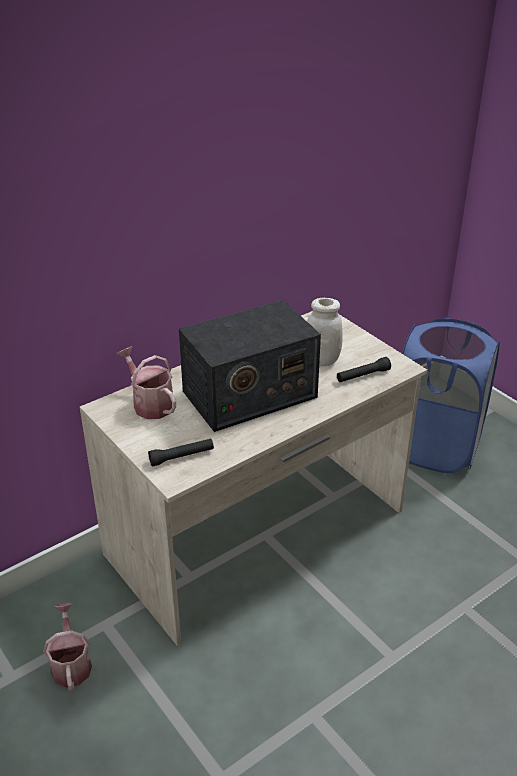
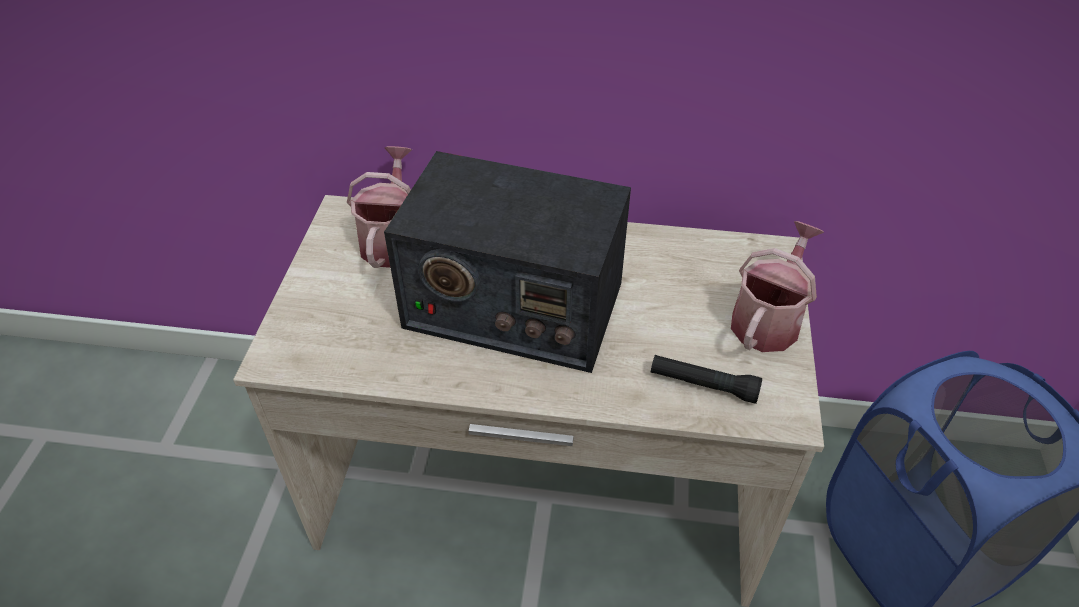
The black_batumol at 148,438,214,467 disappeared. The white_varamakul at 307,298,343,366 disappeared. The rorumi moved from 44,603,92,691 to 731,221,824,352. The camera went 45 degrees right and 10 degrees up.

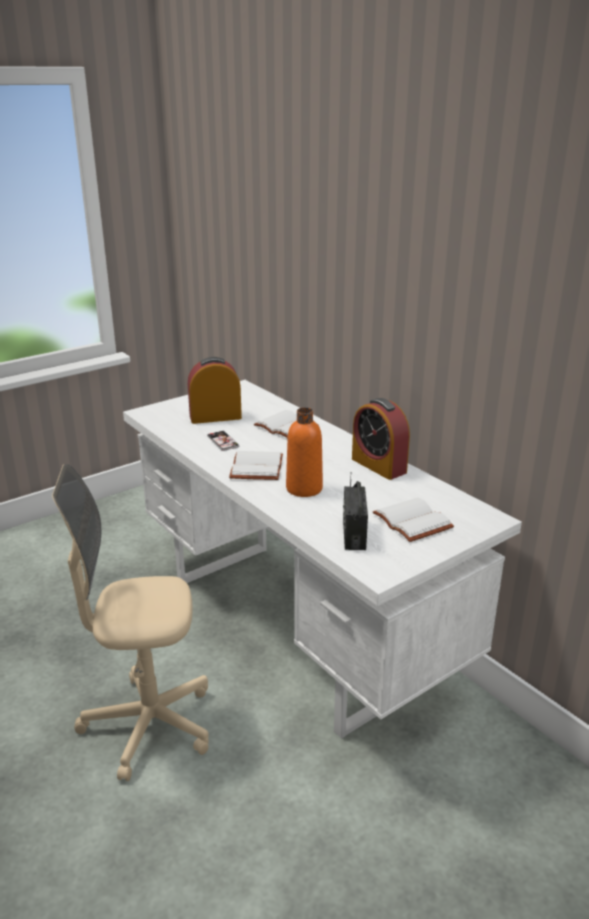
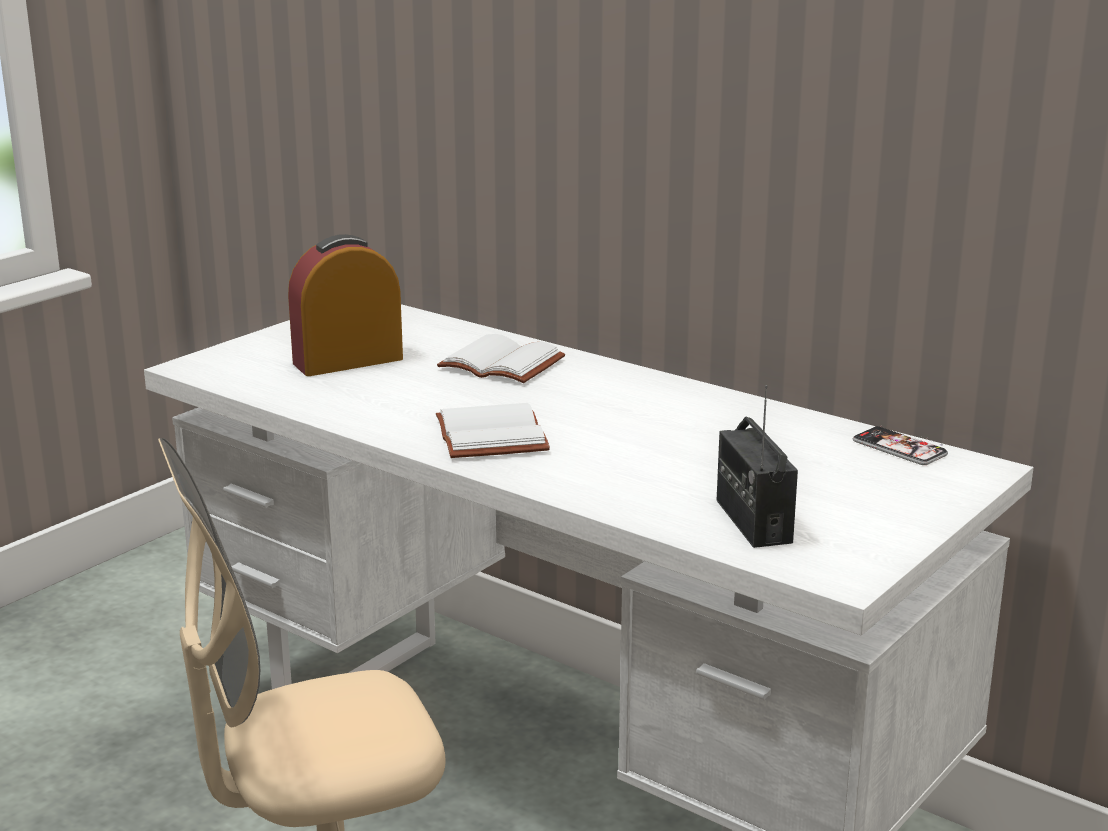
The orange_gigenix at 286,407,323,497 disappeared. The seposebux at 352,398,410,480 disappeared. The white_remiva at 373,497,454,542 disappeared. The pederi moved from 207,431,239,451 to 853,425,948,465. The camera went 15 degrees left and 5 degrees down.

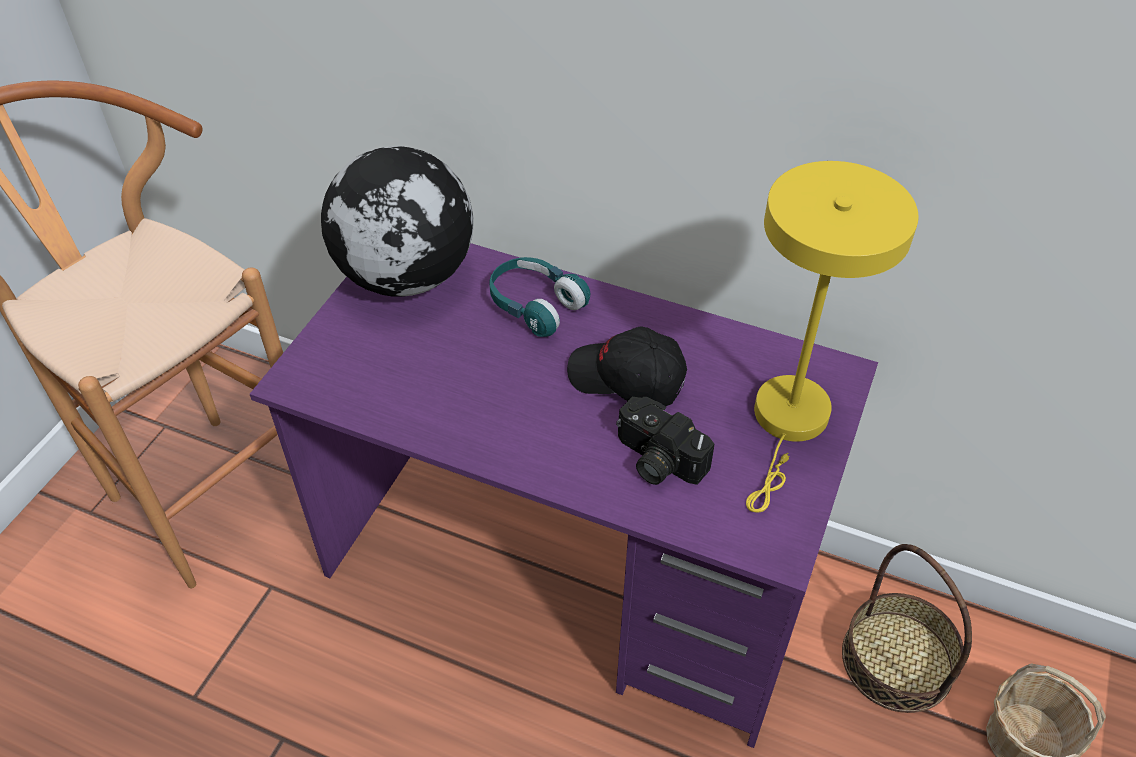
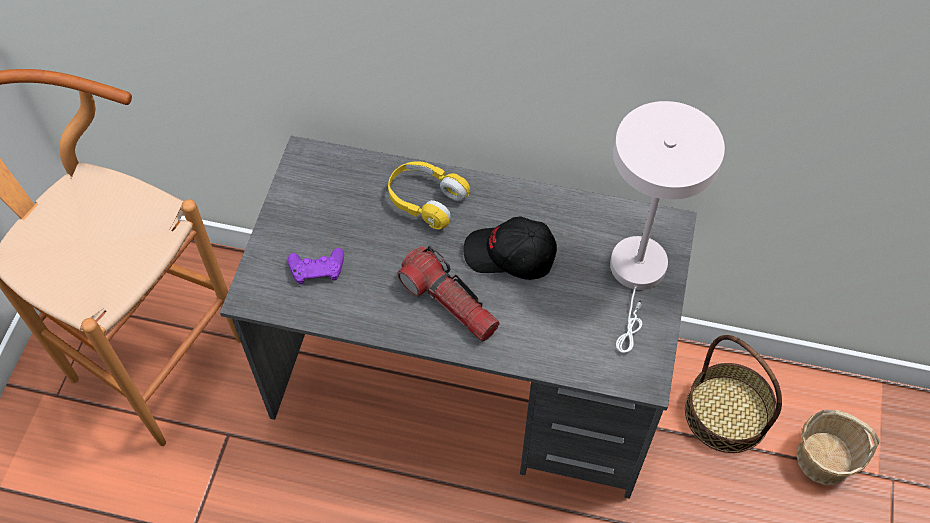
The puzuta at 321,146,474,297 disappeared. The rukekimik at 616,397,714,485 disappeared. The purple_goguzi at 288,248,344,285 appeared. The batumol at 398,245,500,342 appeared. The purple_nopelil at 250,243,878,748 became the grey_nopelil at 220,136,697,499. The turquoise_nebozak at 489,257,590,337 became the yellow_nebozak at 388,161,470,229. The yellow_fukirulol at 746,161,918,512 became the white_fukirulol at 610,101,725,353. The camera went 10 degrees left and 10 degrees up.

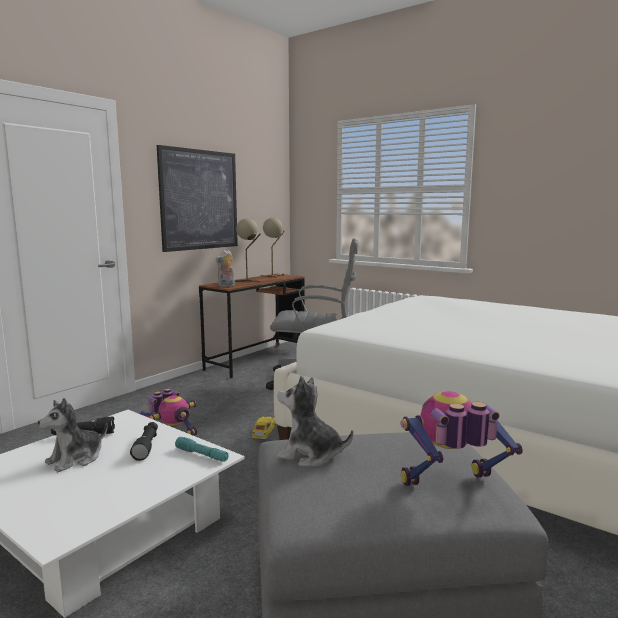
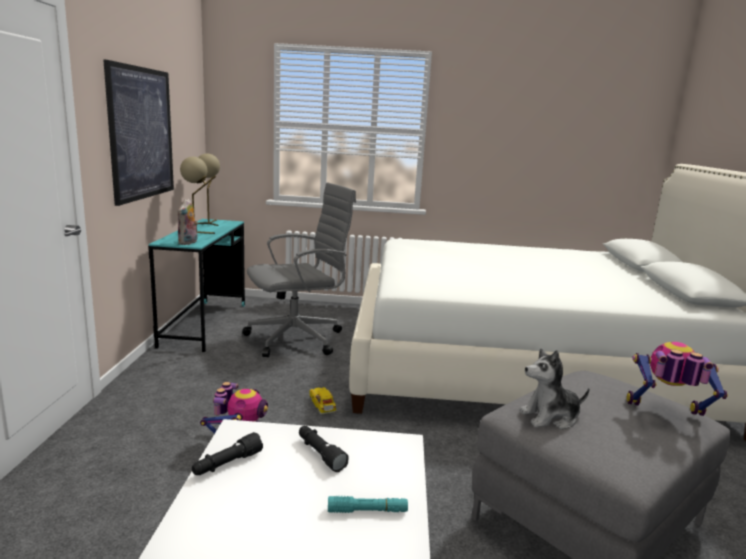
The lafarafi at 38,398,108,472 disappeared. The turquoise_batumol moved from 175,437,229,462 to 328,496,408,513. The brown_nopelil at 199,274,305,378 became the turquoise_nopelil at 148,219,245,352. The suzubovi at 401,391,523,486 turned 60 degrees clockwise. The camera went 35 degrees left and 5 degrees up.

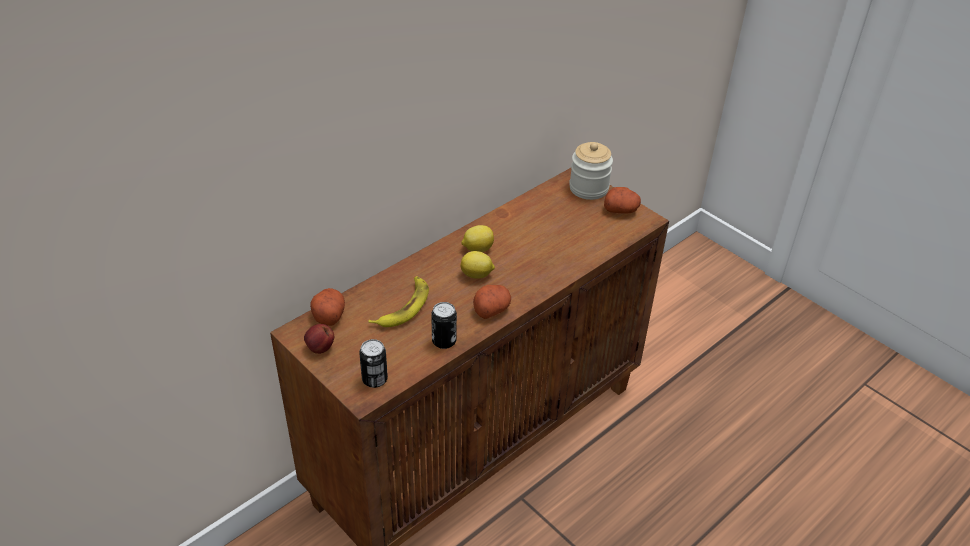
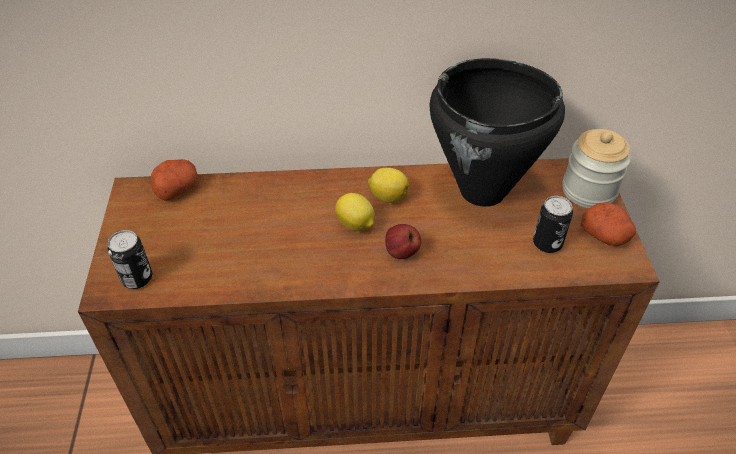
The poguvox at 368,276,429,327 disappeared. The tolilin at 473,285,511,319 disappeared. The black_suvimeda at 429,58,565,207 appeared. The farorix moved from 304,324,334,354 to 385,224,421,259. The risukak moved from 431,302,457,349 to 533,196,573,253. The camera went 40 degrees right and 5 degrees up.

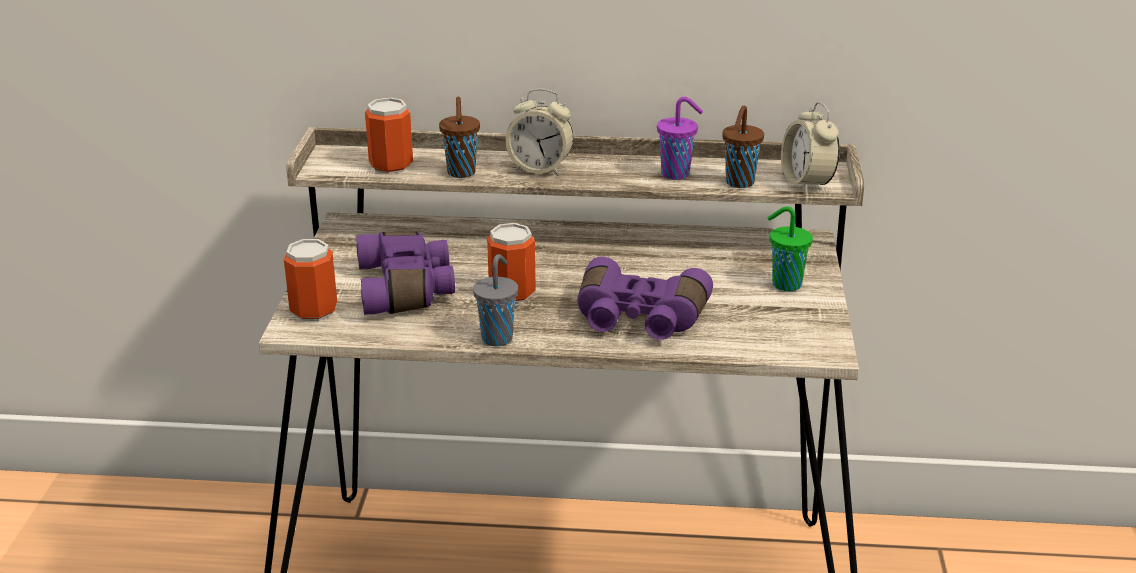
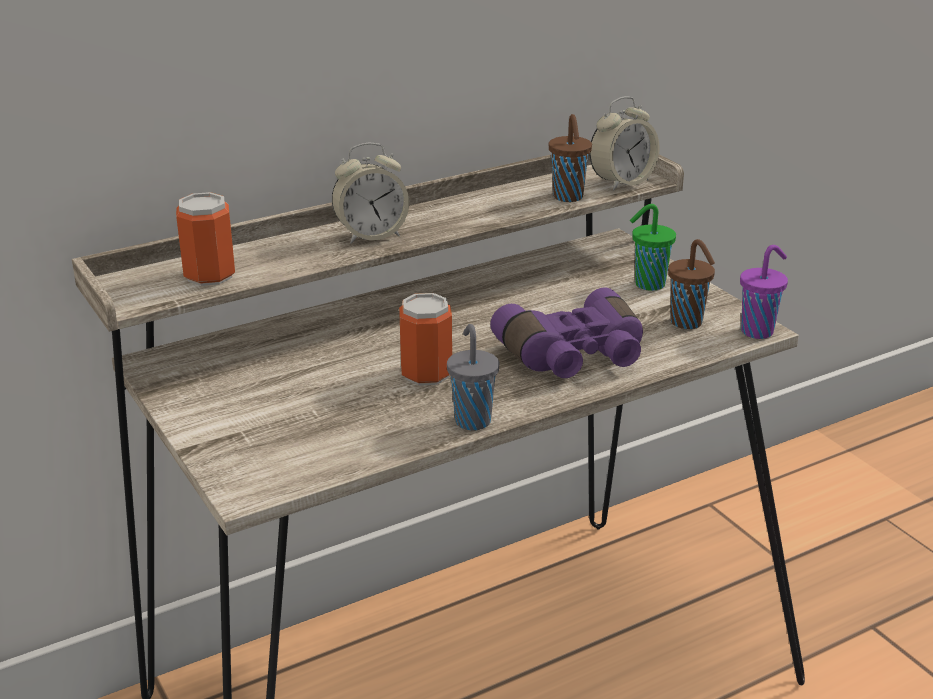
The risukak at 284,239,337,321 disappeared. The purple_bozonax at 356,232,455,315 disappeared. The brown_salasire moved from 439,97,480,178 to 668,239,715,329. The purple_salasire moved from 657,97,703,180 to 740,245,788,339. The seposebux at 781,102,840,193 turned 75 degrees counterclockwise. The camera went 35 degrees left and 0 degrees up.

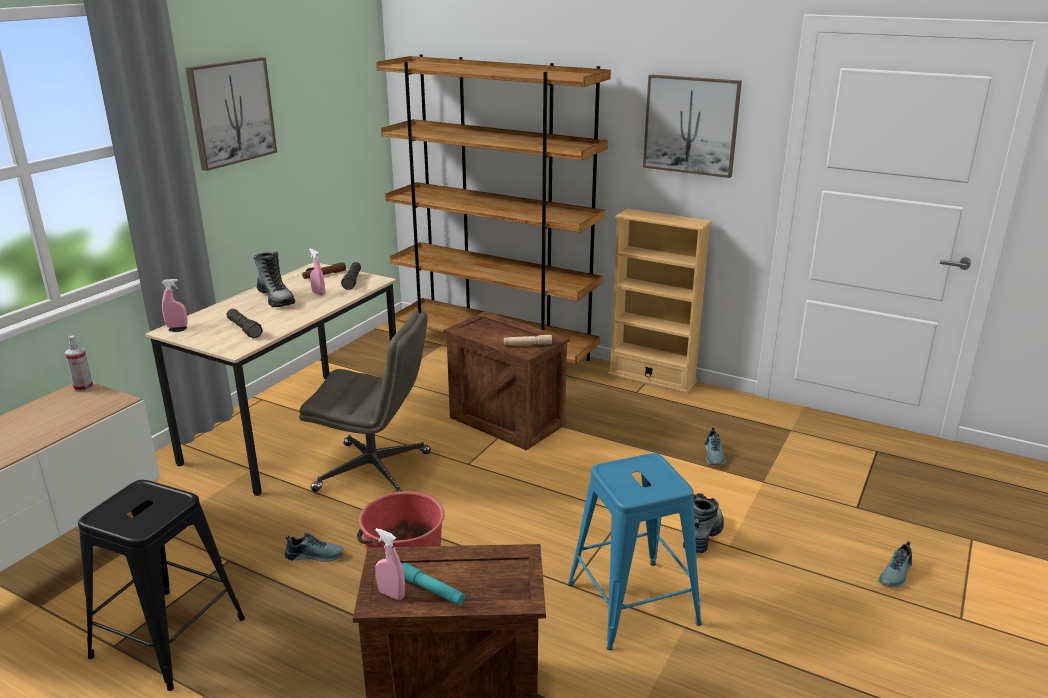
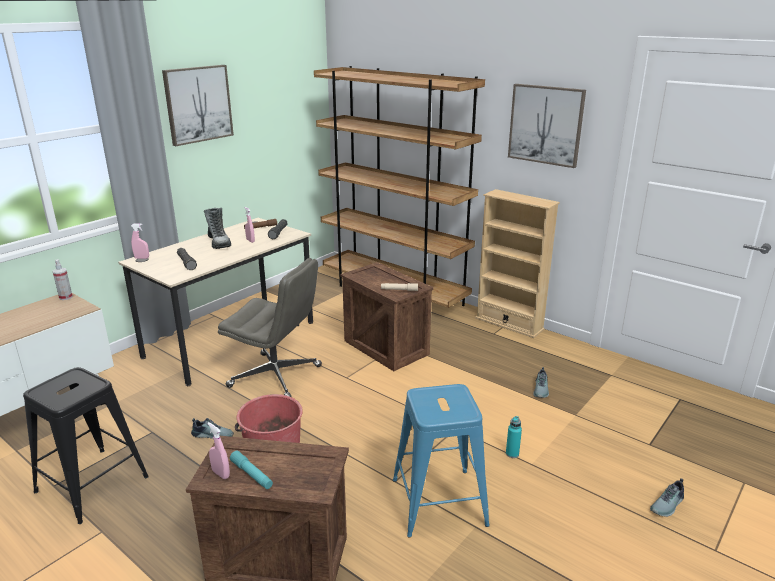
The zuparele at 683,493,724,553 was replaced by the turquoise_gigenix at 506,416,522,458. The camera went 10 degrees right and 0 degrees up.

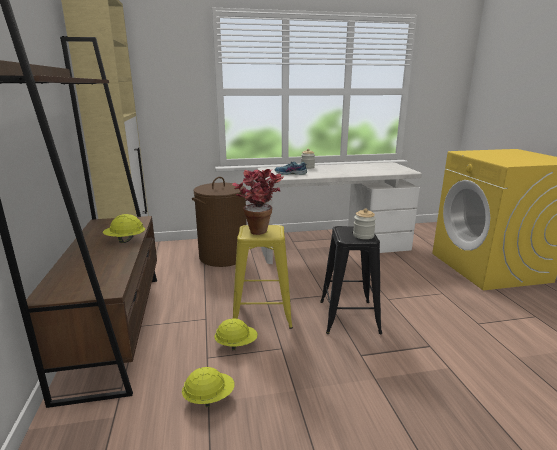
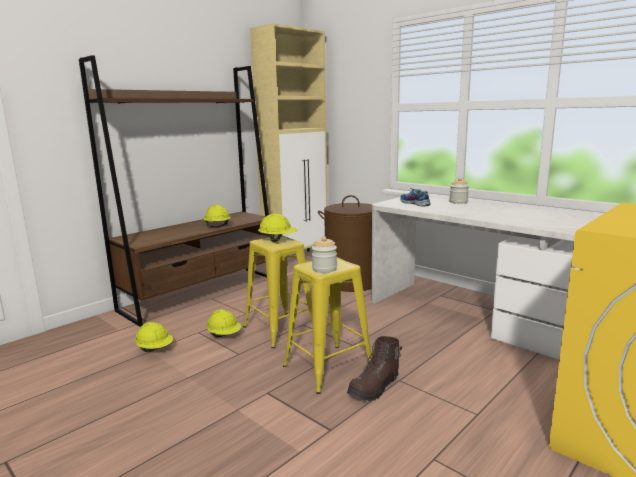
The brown_zuparele at 347,336,402,401 appeared. The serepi at 232,169,284,235 was replaced by the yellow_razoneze at 258,214,298,241. The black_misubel at 320,226,382,334 became the yellow_misubel at 283,257,372,394. The camera went 55 degrees right and 5 degrees down.

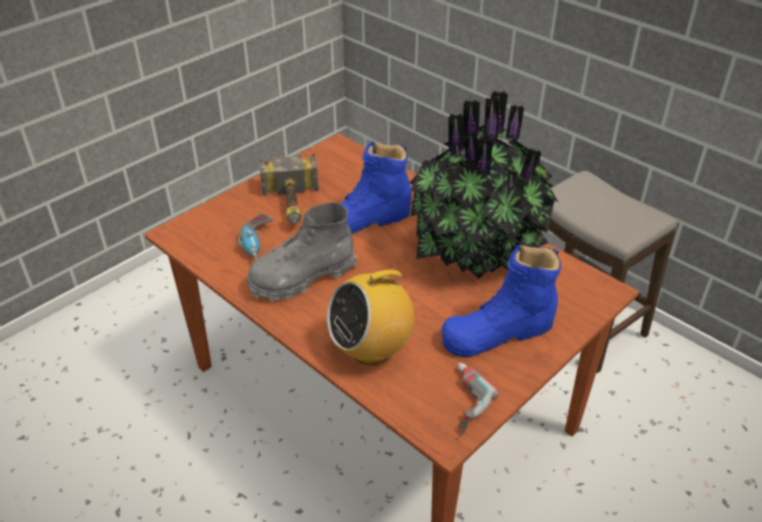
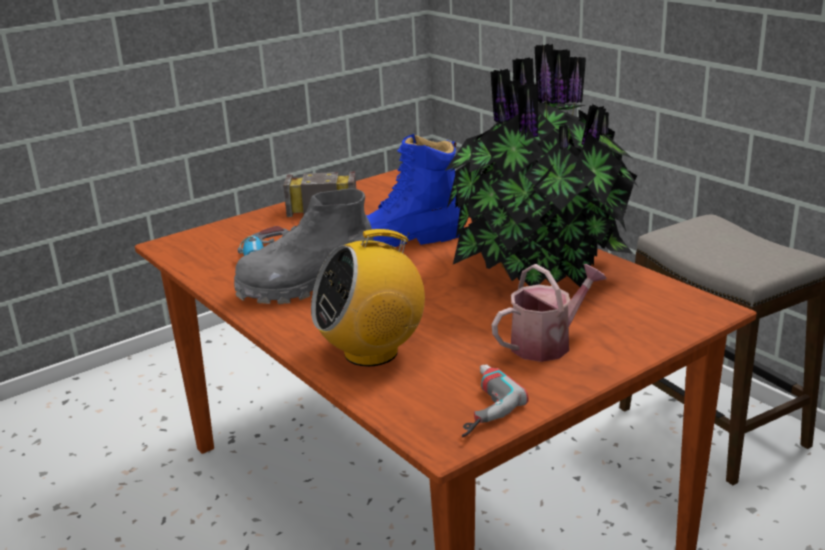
The blue_zuparele at 442,244,561,357 was replaced by the rorumi at 492,264,607,362. The camera went 10 degrees right and 15 degrees down.

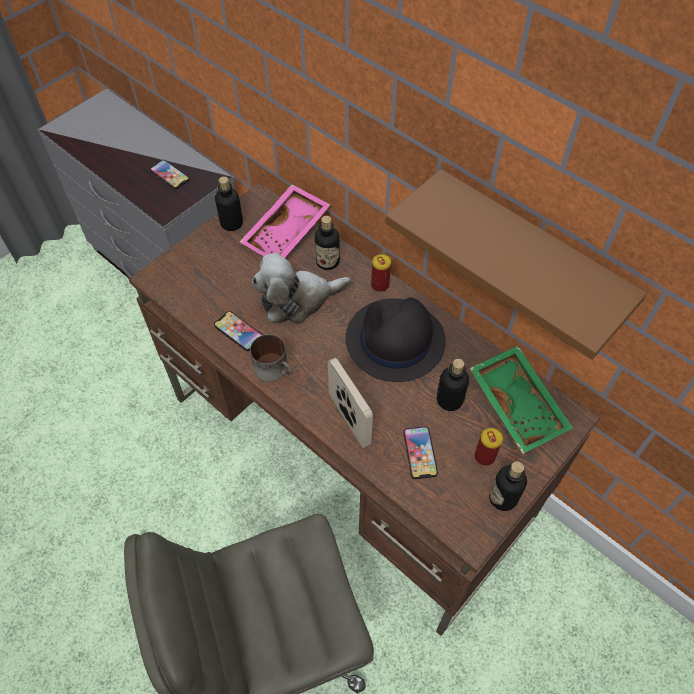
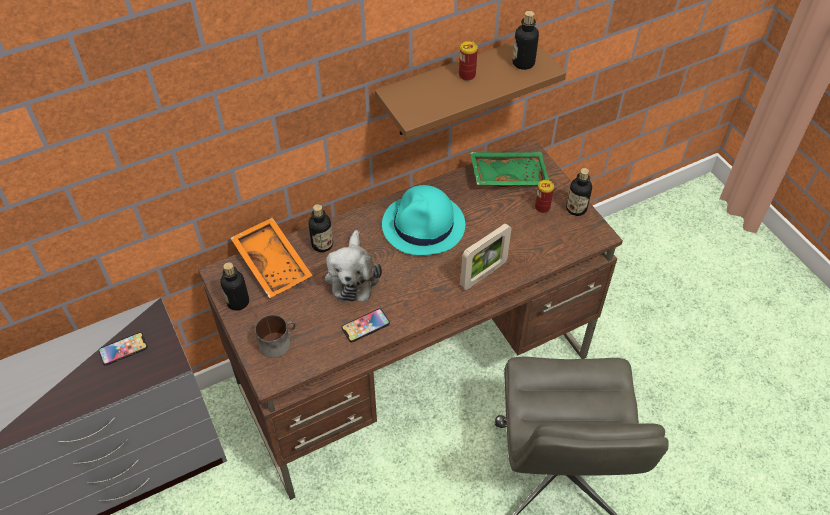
The pederi at 403,426,438,479 disappeared. The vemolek moved from 250,334,293,382 to 255,315,296,358. The risukak moved from 371,254,391,292 to 459,41,478,81. The gigenix moved from 437,359,469,411 to 512,11,539,70. The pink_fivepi at 240,184,331,258 became the orange_fivepi at 231,217,313,298. The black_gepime at 345,297,446,382 became the turquoise_gepime at 382,185,465,255. The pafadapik at 328,358,373,448 turned 150 degrees clockwise. The camera went 70 degrees left and 5 degrees down.

